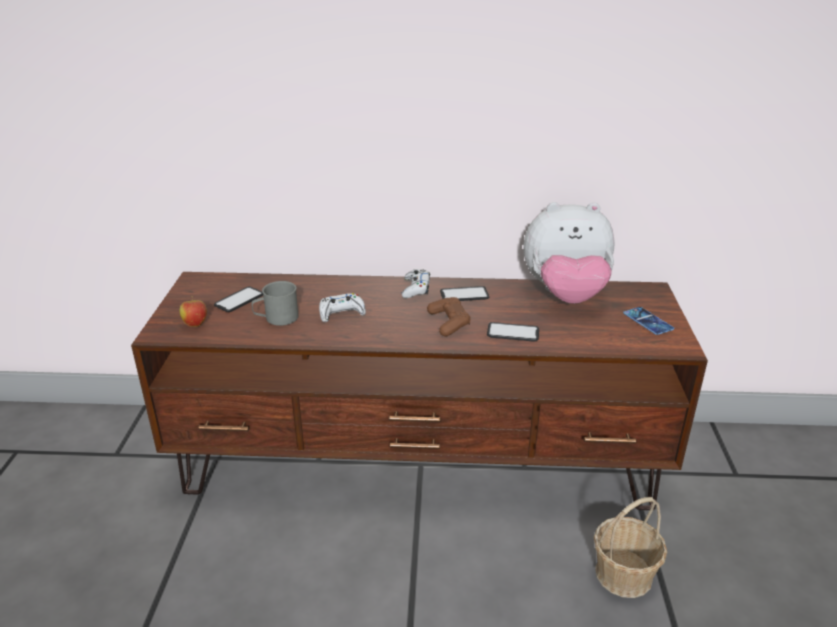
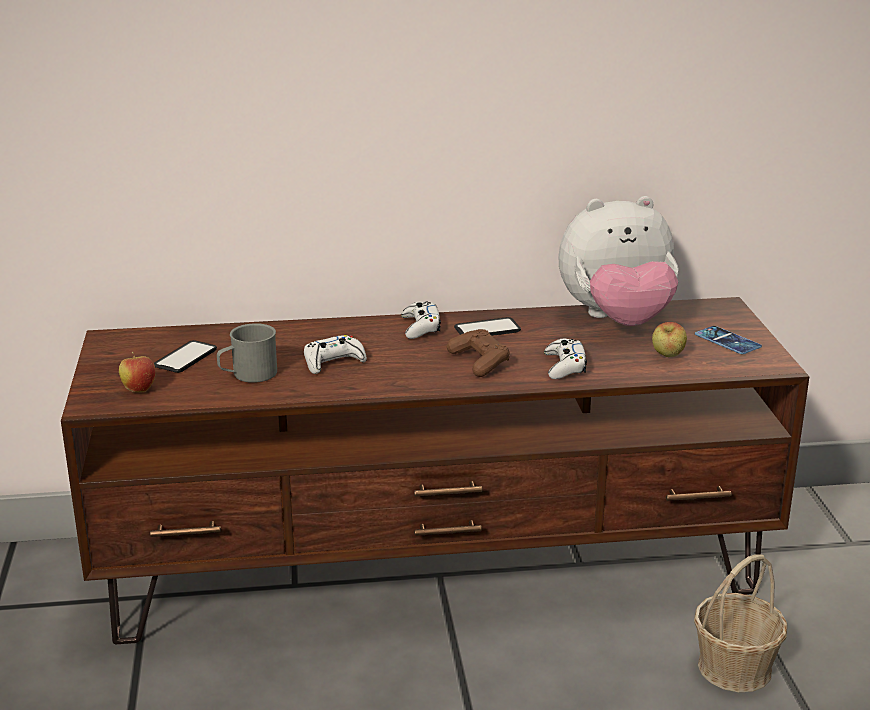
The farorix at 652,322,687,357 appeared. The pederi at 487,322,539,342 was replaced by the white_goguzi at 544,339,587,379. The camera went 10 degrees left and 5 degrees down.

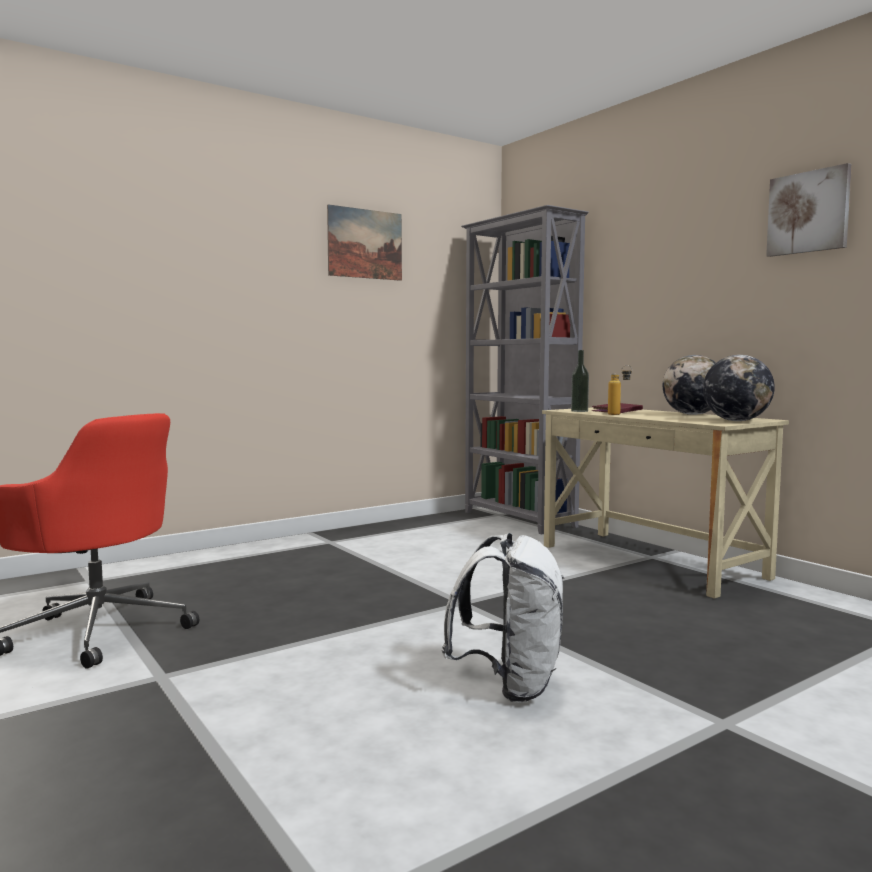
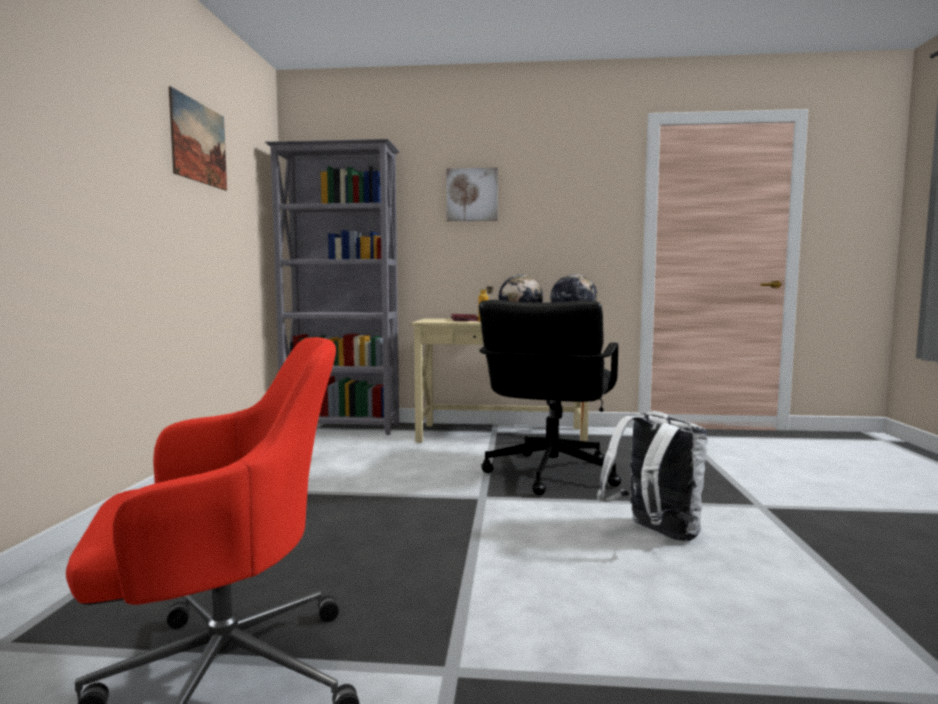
The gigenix at 571,350,589,412 disappeared. The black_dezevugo at 479,300,621,495 appeared. The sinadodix moved from 766,163,852,257 to 447,168,498,221. The camera went 50 degrees left and 0 degrees up.

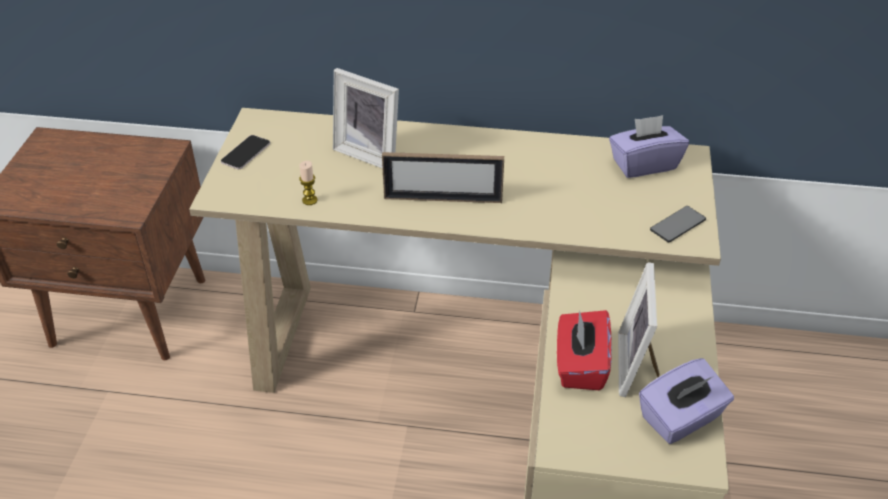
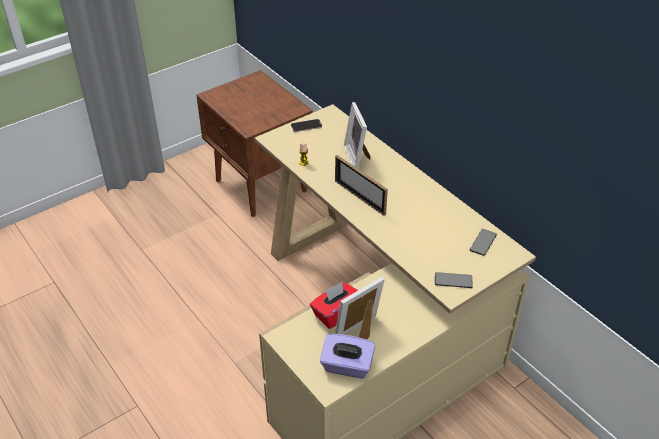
The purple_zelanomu at 609,115,689,178 was replaced by the pederi at 470,229,497,256. The camera went 45 degrees right and 0 degrees up.

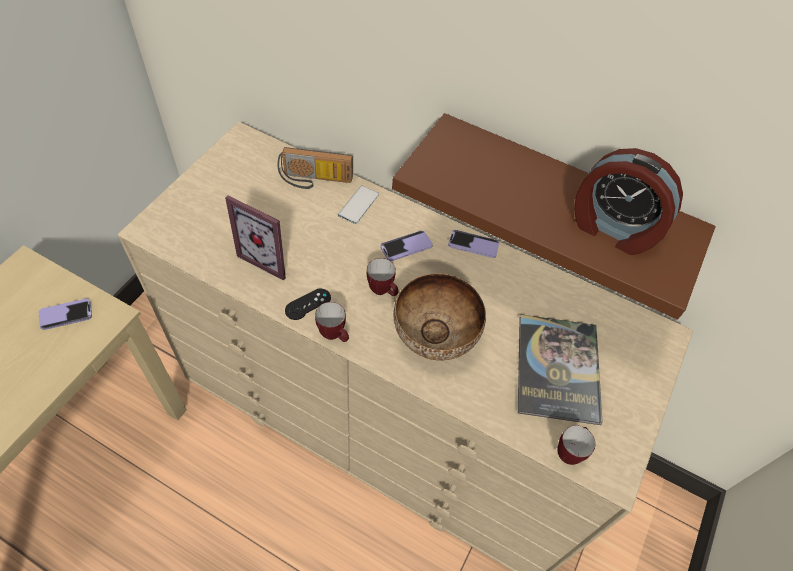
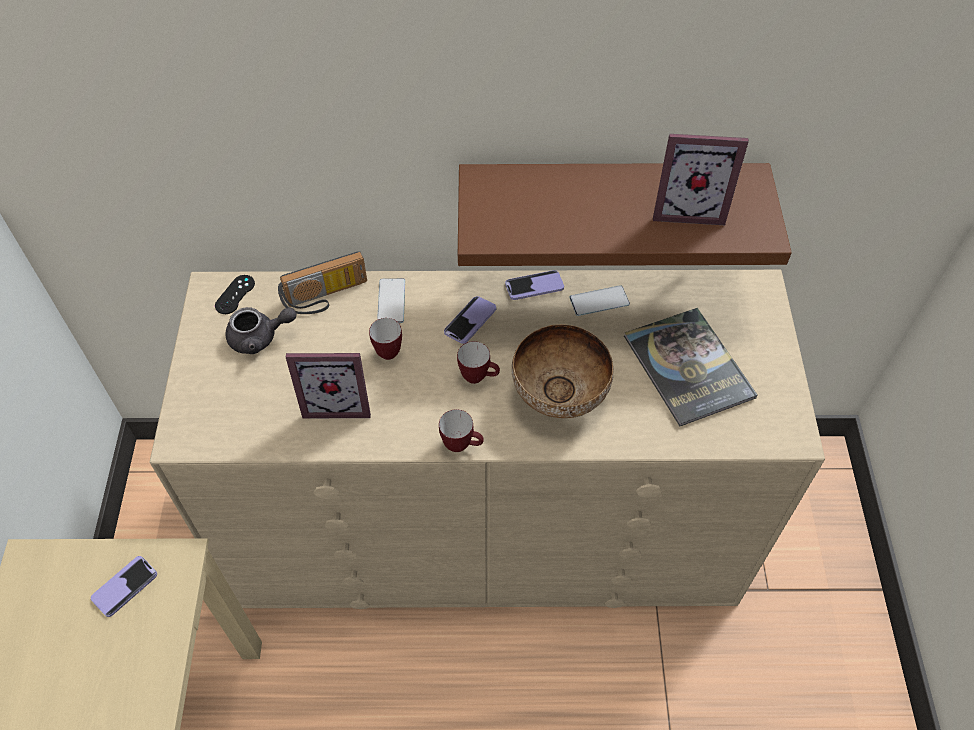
The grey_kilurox at 225,307,297,354 appeared. The pederi at 569,285,630,316 appeared. The black_goguzi moved from 285,288,331,320 to 215,275,255,314. The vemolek moved from 557,425,595,465 to 369,318,402,360. The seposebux at 574,148,683,255 was replaced by the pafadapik at 653,134,749,225. The camera went 25 degrees left and 0 degrees up.

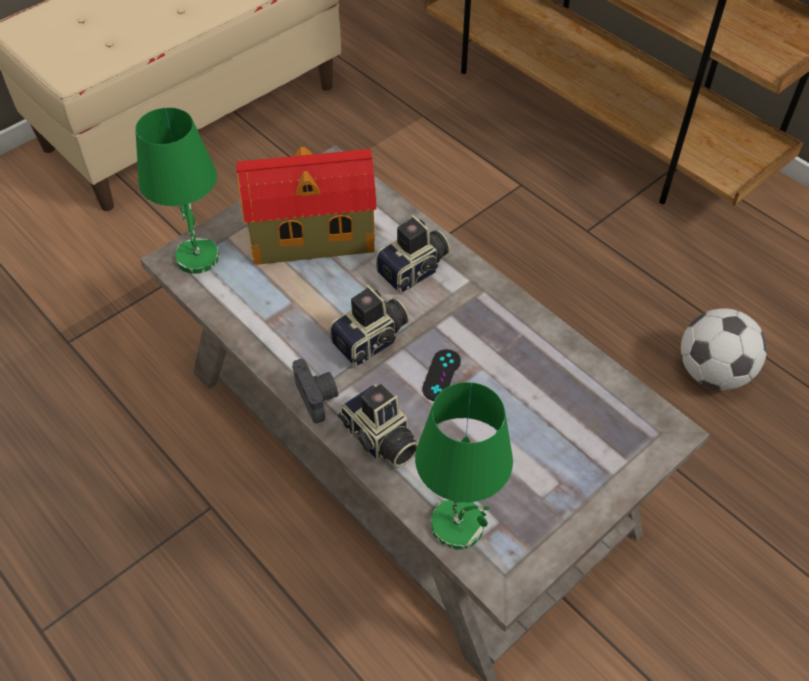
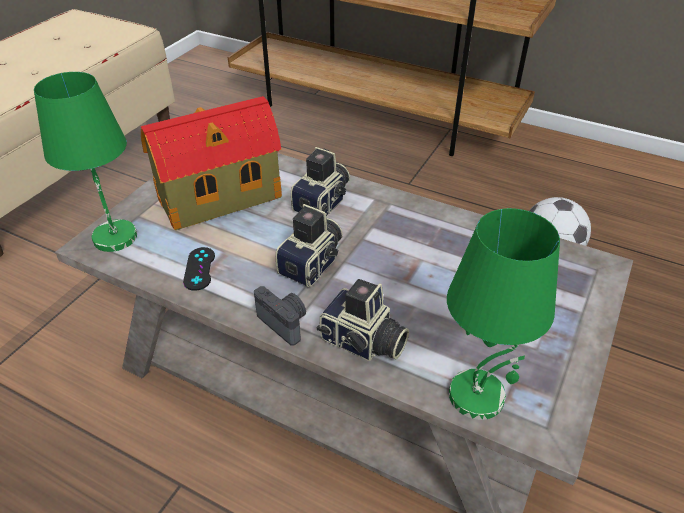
The black_goguzi moved from 422,349,461,401 to 183,247,215,291. The camera went 20 degrees left and 10 degrees down.

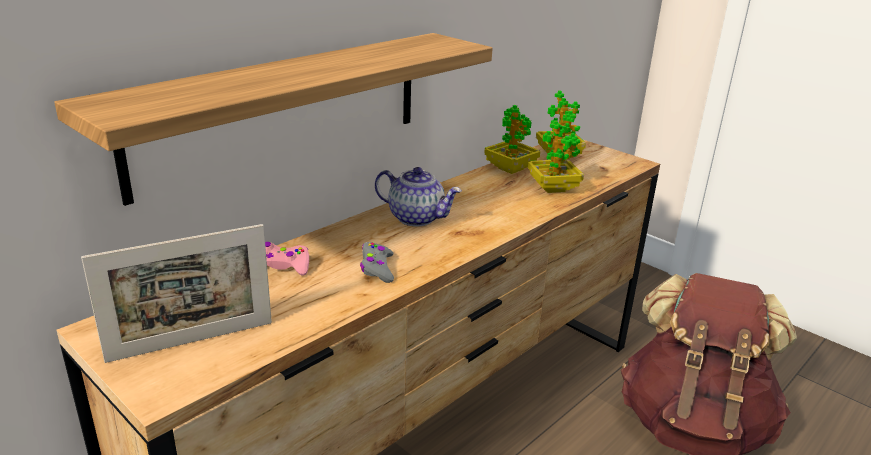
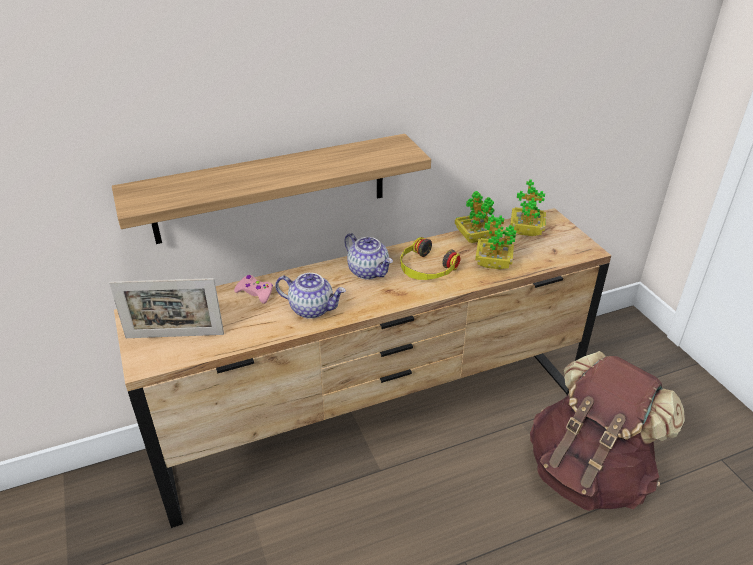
The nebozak at 400,237,461,280 appeared. The grey_goguzi at 360,242,394,283 was replaced by the kilurox at 275,273,346,319. The camera went 25 degrees right and 10 degrees up.

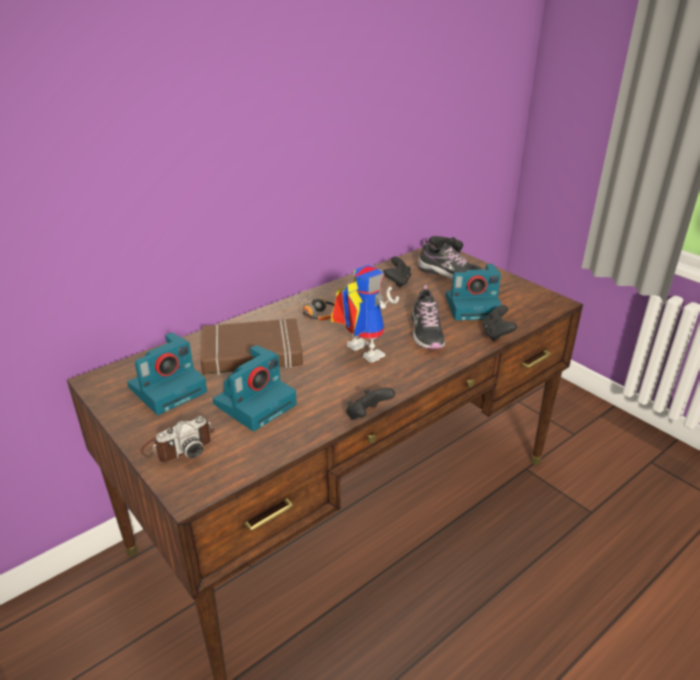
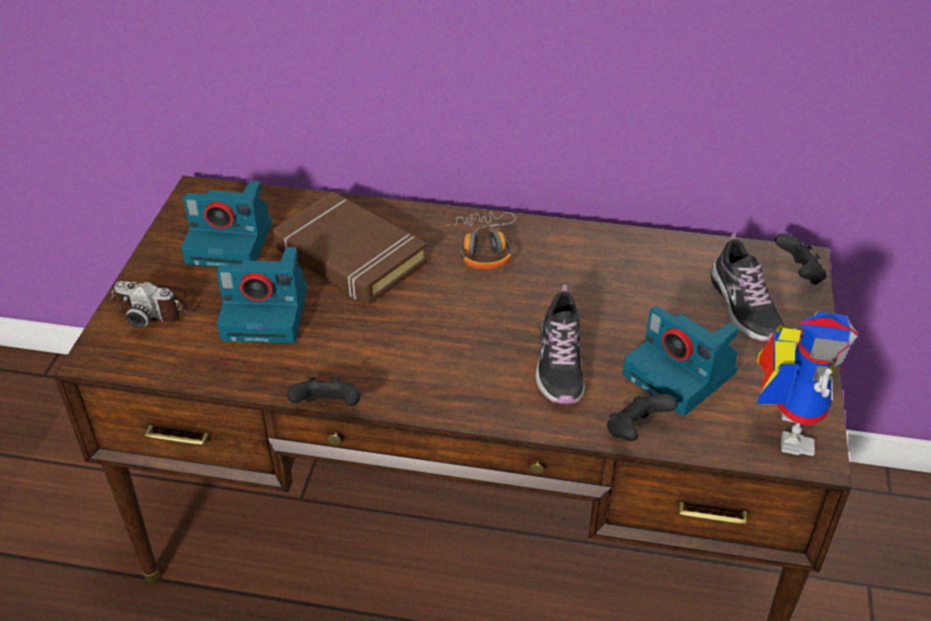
The black_goguzi at 383,256,411,288 disappeared. The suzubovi moved from 331,265,399,363 to 757,311,857,456. The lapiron at 412,285,445,349 turned 45 degrees counterclockwise. The camera went 50 degrees right and 10 degrees up.

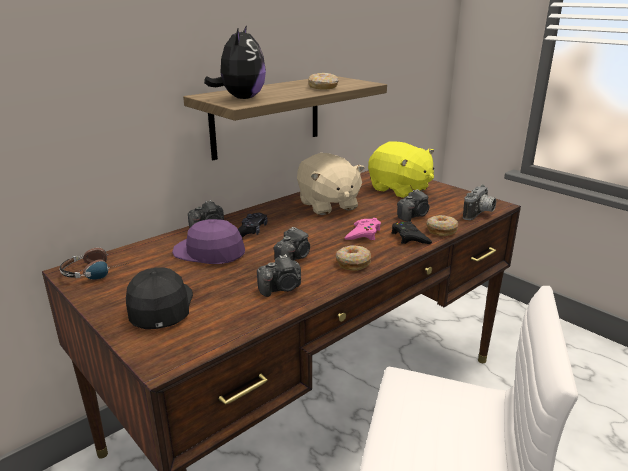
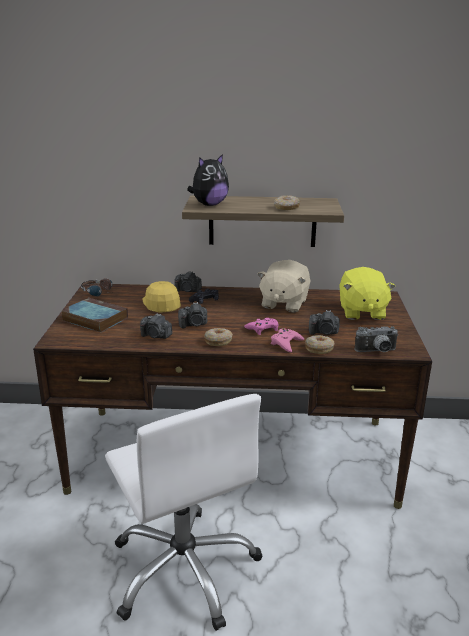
The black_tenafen at 126,267,193,329 was replaced by the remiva at 61,297,128,333. The purple_tenafen at 172,219,245,264 became the yellow_tenafen at 143,281,181,312. The black_goguzi at 392,221,432,244 became the pink_goguzi at 271,328,304,352. The camera went 45 degrees right and 0 degrees up.

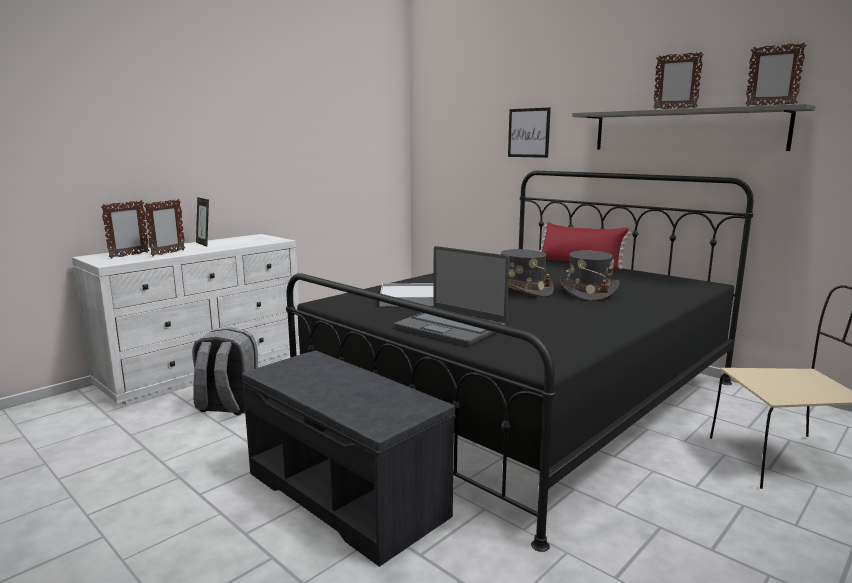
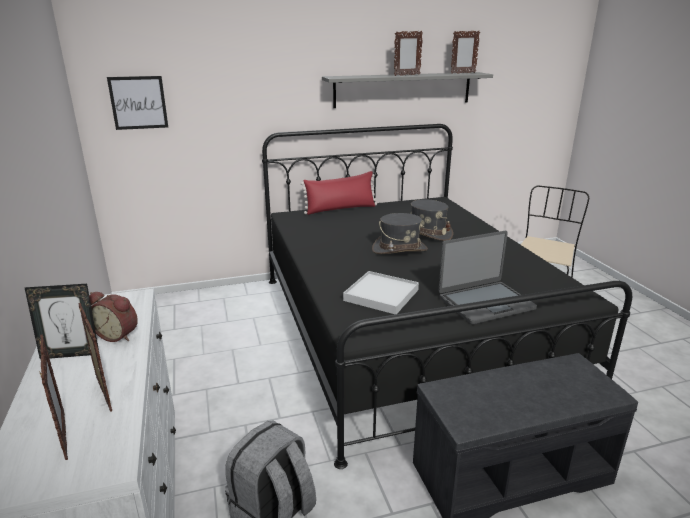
The seposebux at 89,292,138,342 appeared. The sinadodix moved from 508,107,551,158 to 107,76,168,130. The camera went 60 degrees left and 10 degrees up.

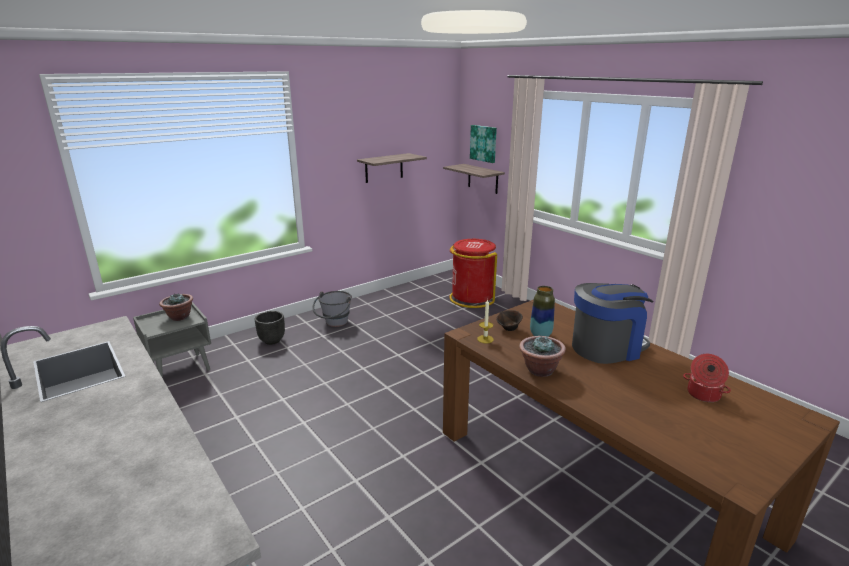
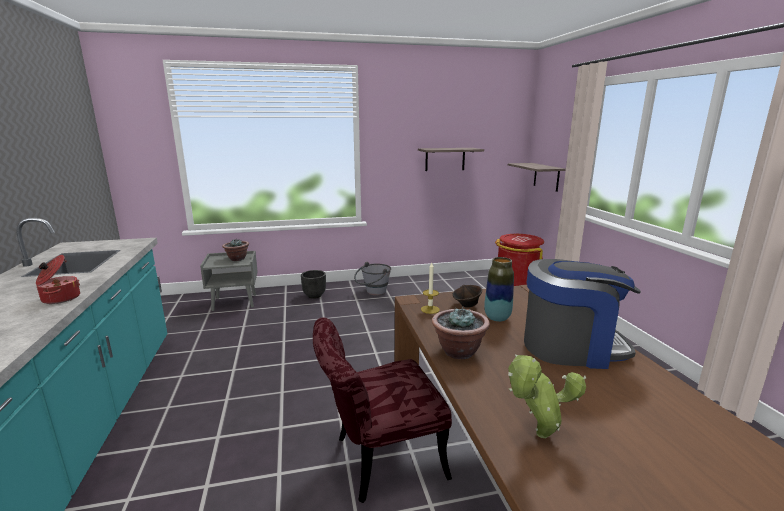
The sinadodix at 470,125,497,163 disappeared. The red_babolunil at 313,318,452,503 appeared. The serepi at 508,355,586,438 appeared. The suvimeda moved from 683,354,731,402 to 36,255,80,304. The camera went 25 degrees right and 5 degrees down.

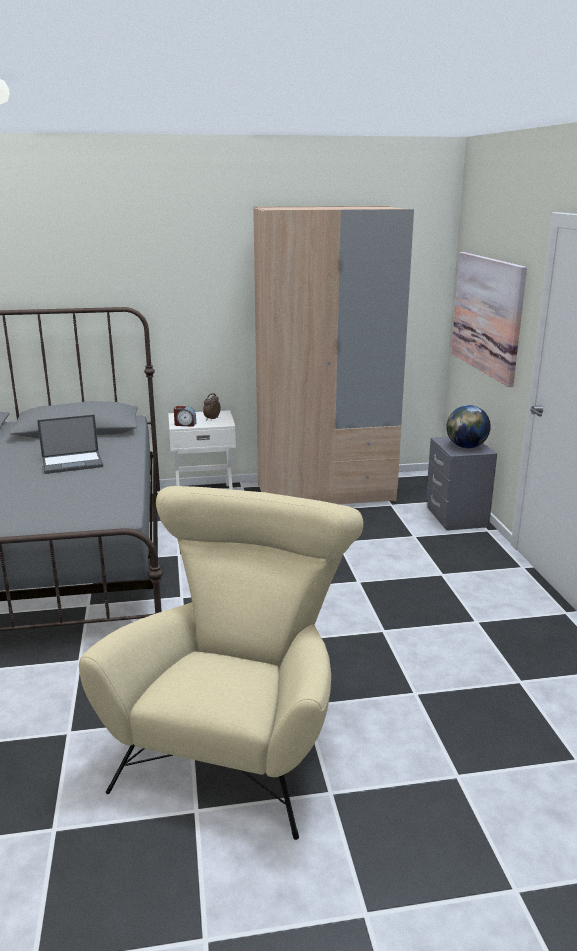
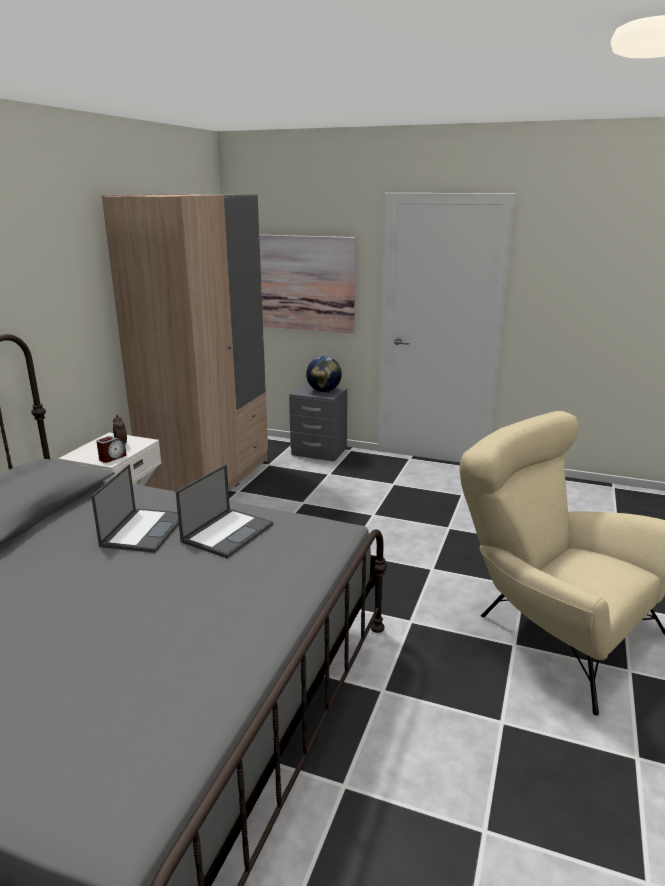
The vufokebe at 176,464,273,558 appeared. The camera went 60 degrees left and 0 degrees up.

